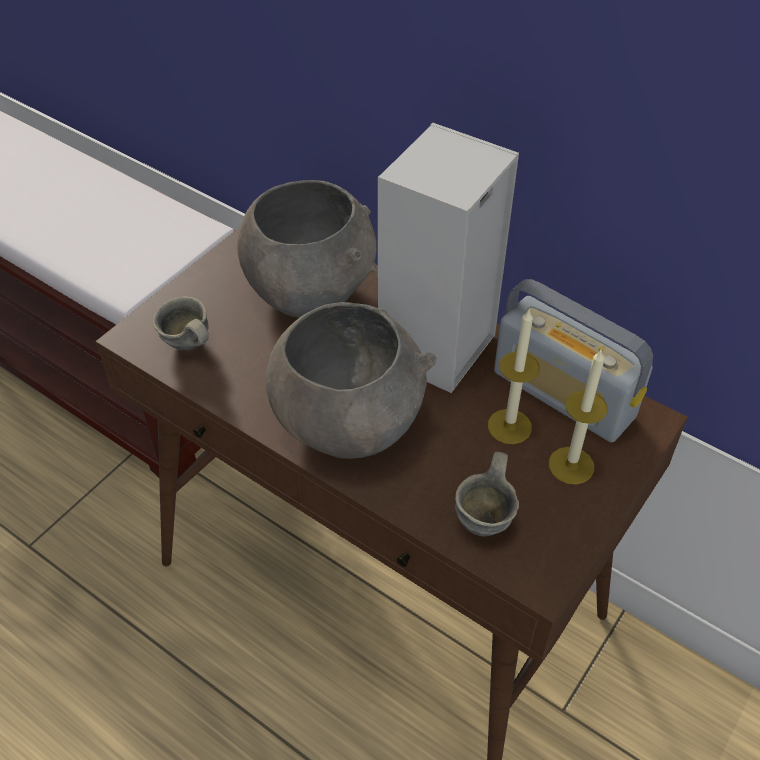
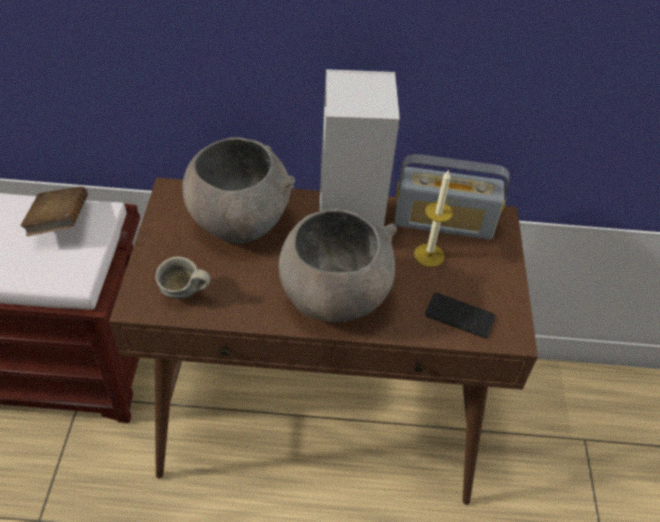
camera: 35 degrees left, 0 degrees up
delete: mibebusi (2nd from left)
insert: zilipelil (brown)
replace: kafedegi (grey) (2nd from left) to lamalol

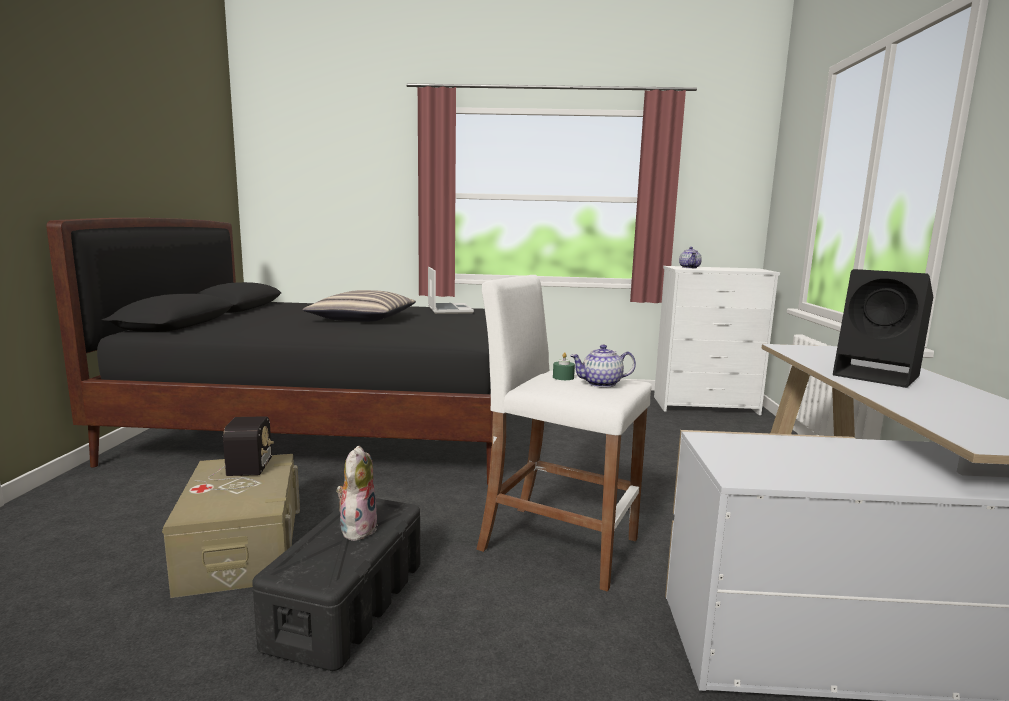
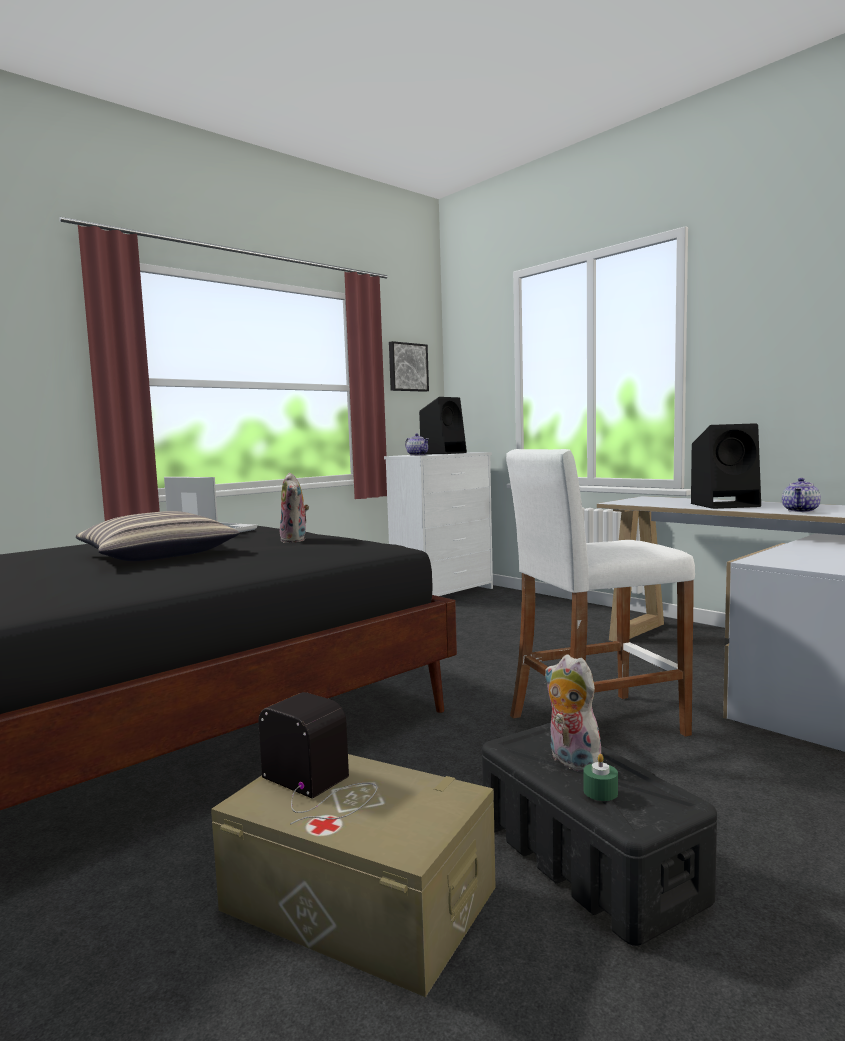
camera: 45 degrees left, 5 degrees down
insert: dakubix (1st from left); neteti; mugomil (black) (1st from left)
move: mibebusi (green); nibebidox (1st from left in the first image) to nibebidox (2nd from left)

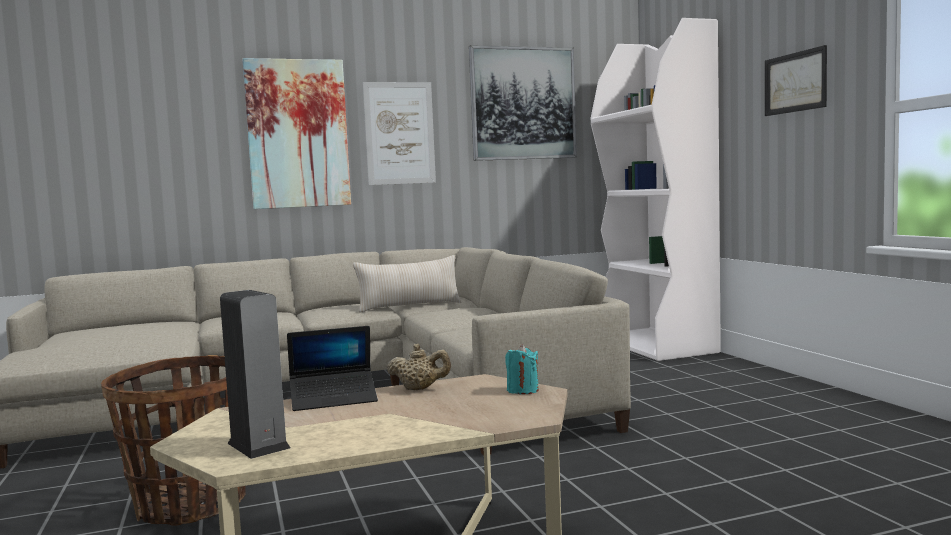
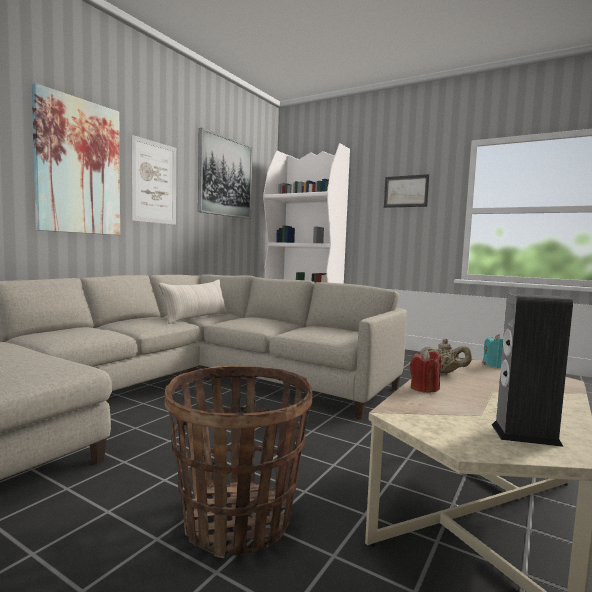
camera: 40 degrees left, 0 degrees up
replace: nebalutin to mibebusi (red)
rotate: nibebidox (beige) 60 degrees clockwise

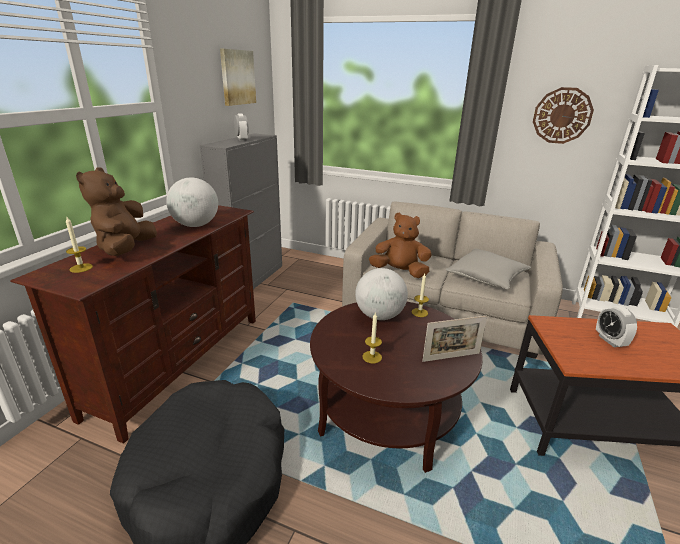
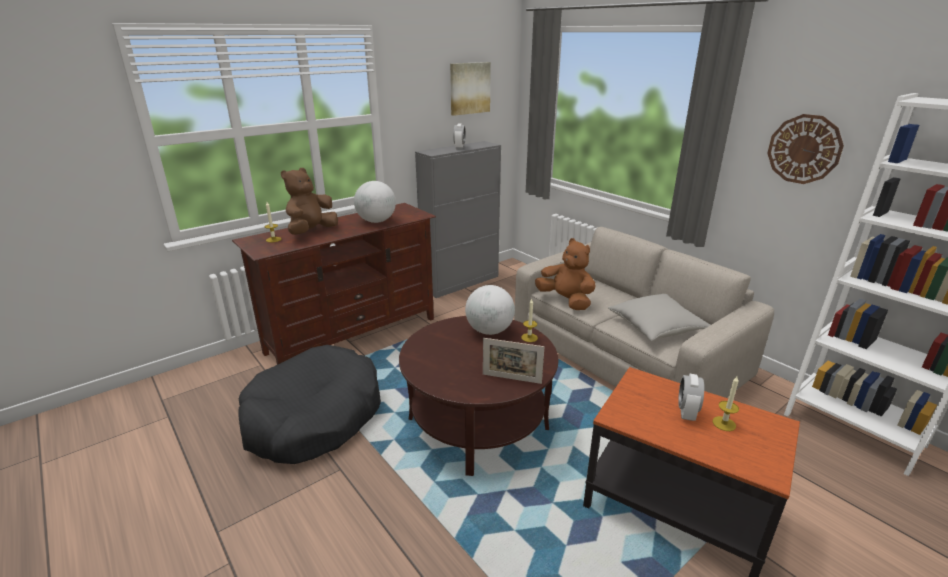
camera: 30 degrees right, 0 degrees up
move: mibebusi (2nd from left in the first image) to mibebusi (3rd from left)

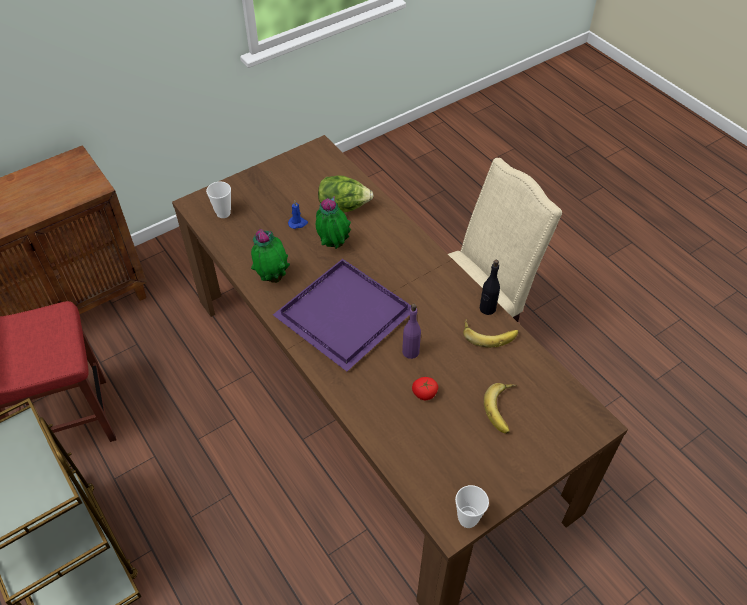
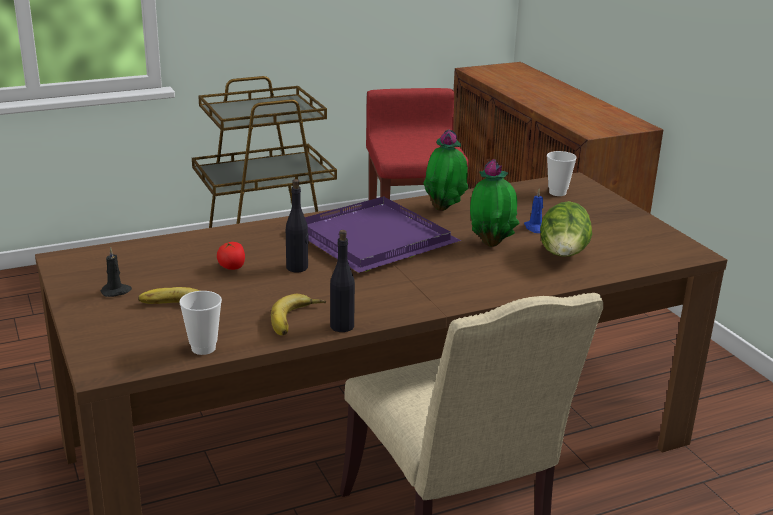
camera: 100 degrees right, 25 degrees down
insert: mibebusi (black)
move: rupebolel (2nd from left in the first image) to rupebolel (1st from left)
recolor: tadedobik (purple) to tadedobik (black) (1st from left)

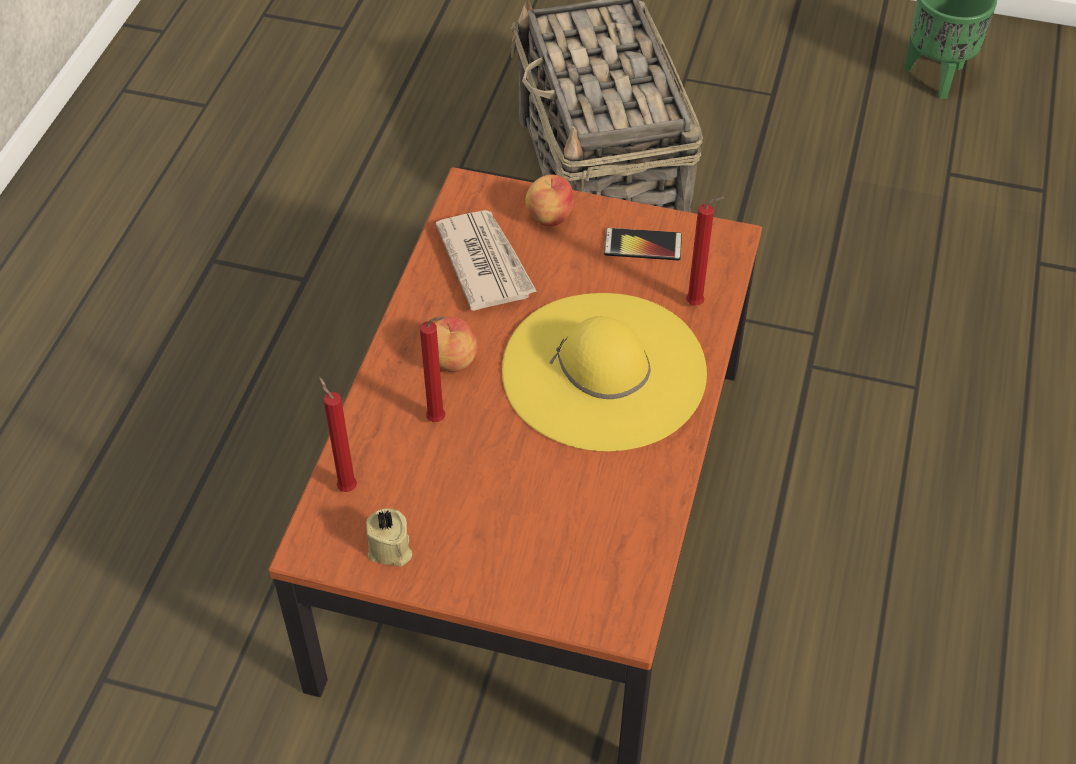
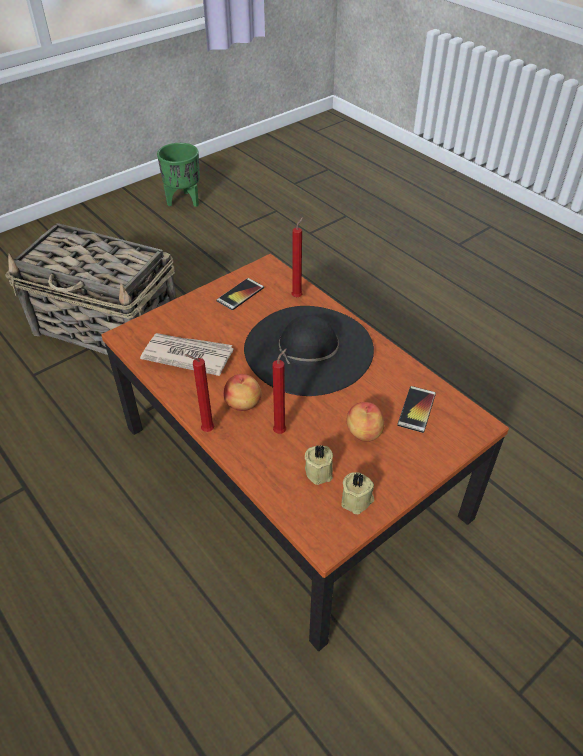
camera: 55 degrees left, 5 degrees down
insert: mibebusi (beige) (1st from left); lamalol (2nd from left)
move: mibebusi (red) (1st from left); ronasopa (2nd from left)
recolor: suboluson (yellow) to suboluson (black)

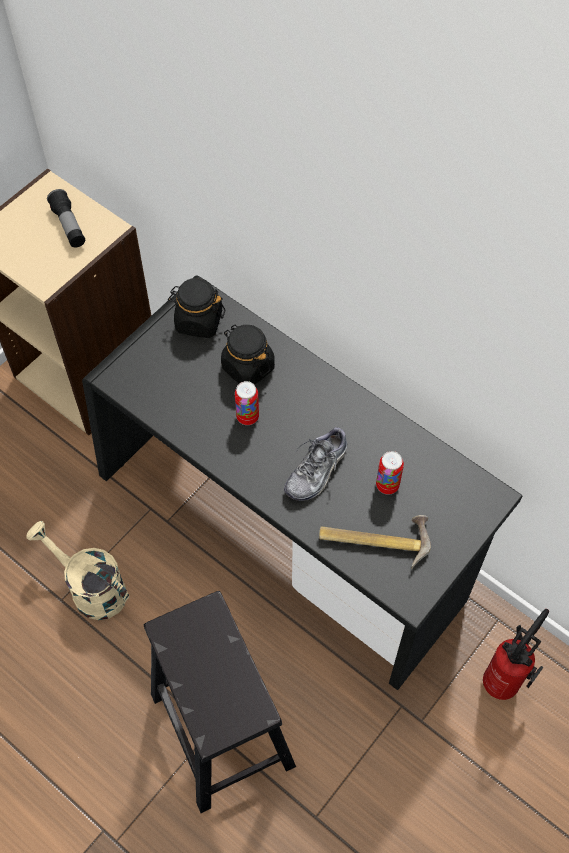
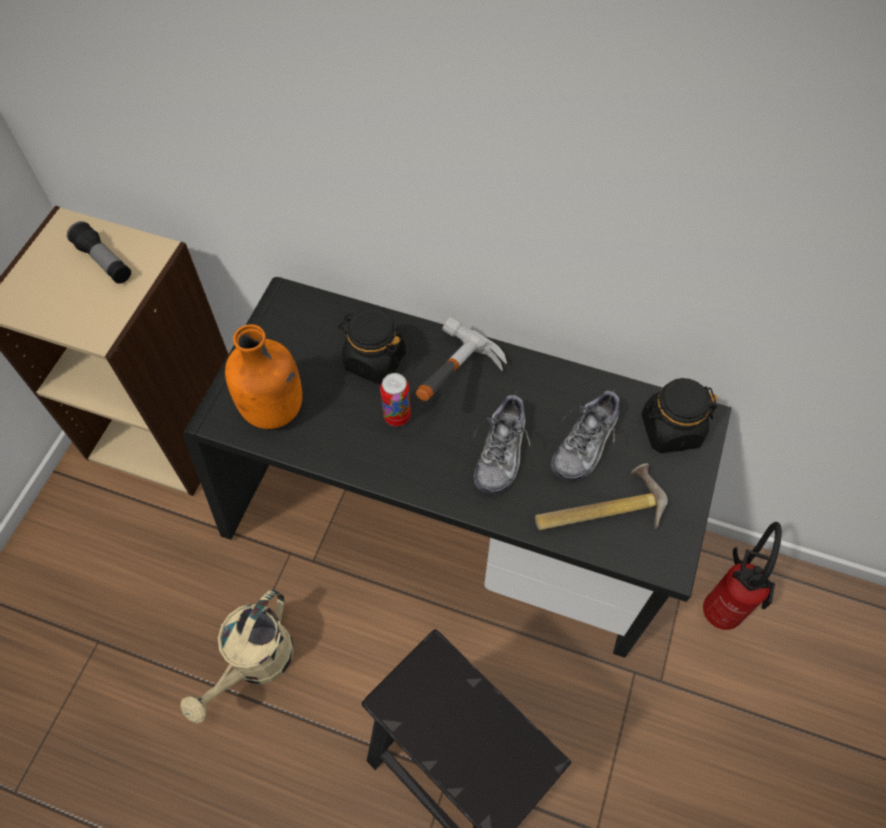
camera: 20 degrees left, 0 degrees up
insert: tadedobik (orange); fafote (1st from left)
move: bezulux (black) (1st from left in the first image) to bezulux (black) (2nd from left)
replace: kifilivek (2nd from left) to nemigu (2nd from left)
rotate: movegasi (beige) 75 degrees counterclockwise

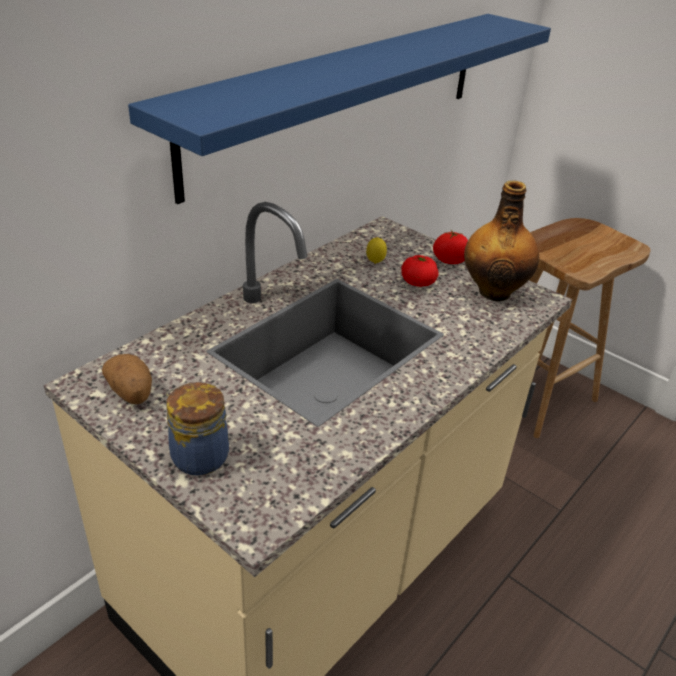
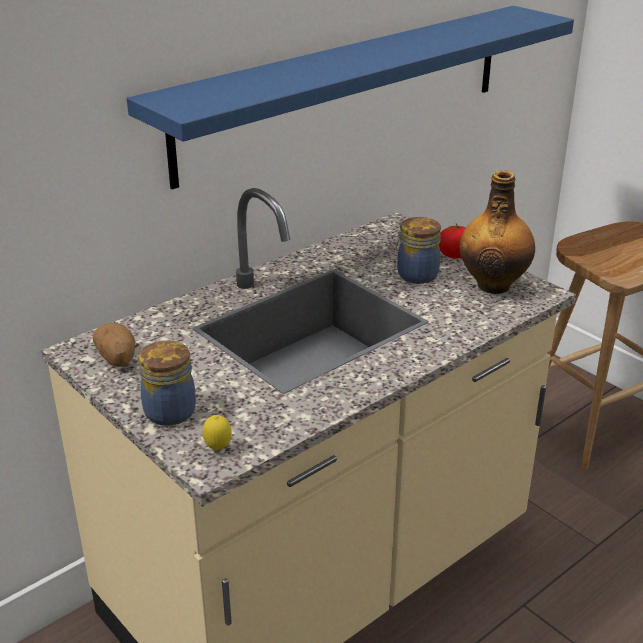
camera: 10 degrees right, 5 degrees down
move: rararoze
replace: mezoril (1st from left) to bezulux (2nd from left)

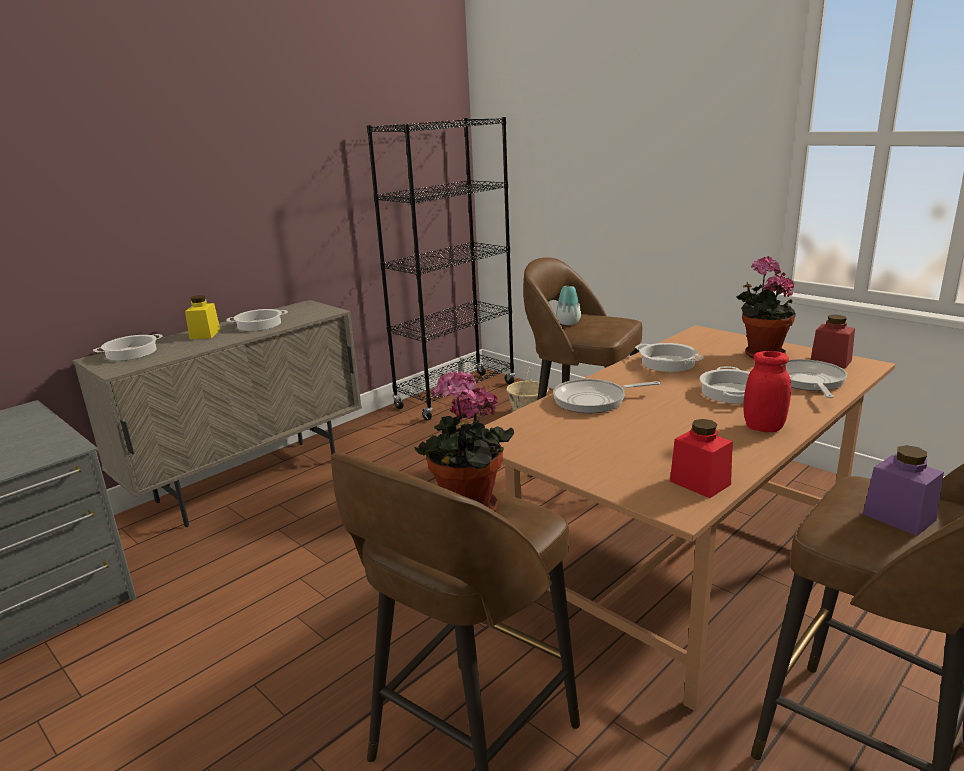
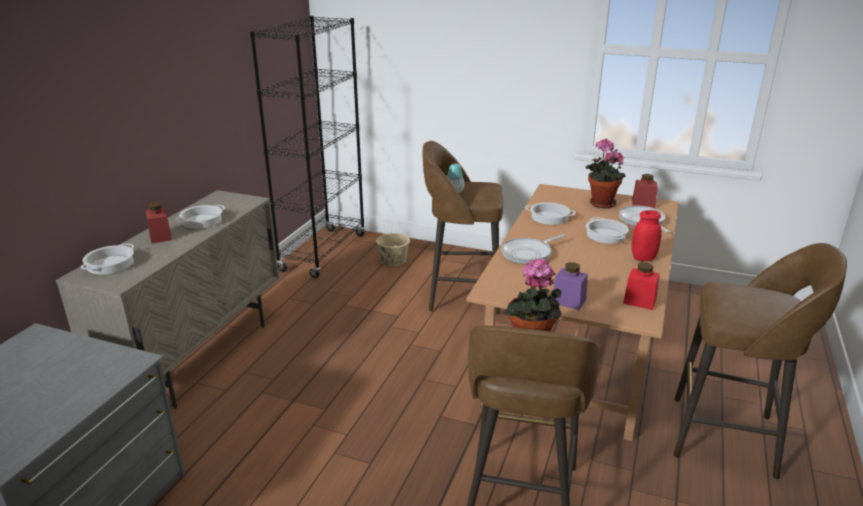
camera: 25 degrees left, 5 degrees up
move: bezulux (purple)
recolor: bezulux (yellow) to bezulux (red) (1st from left)

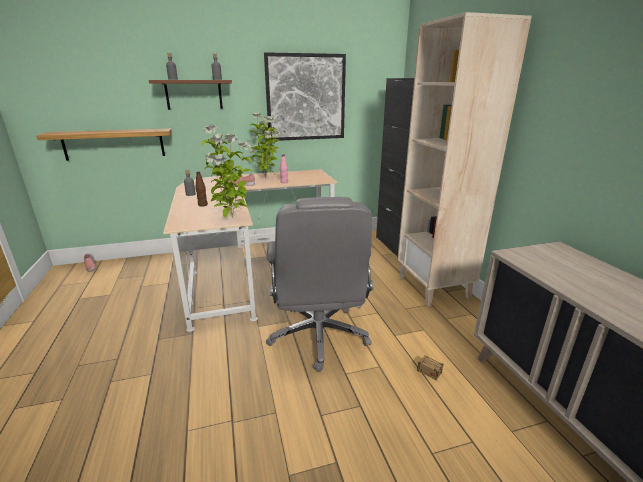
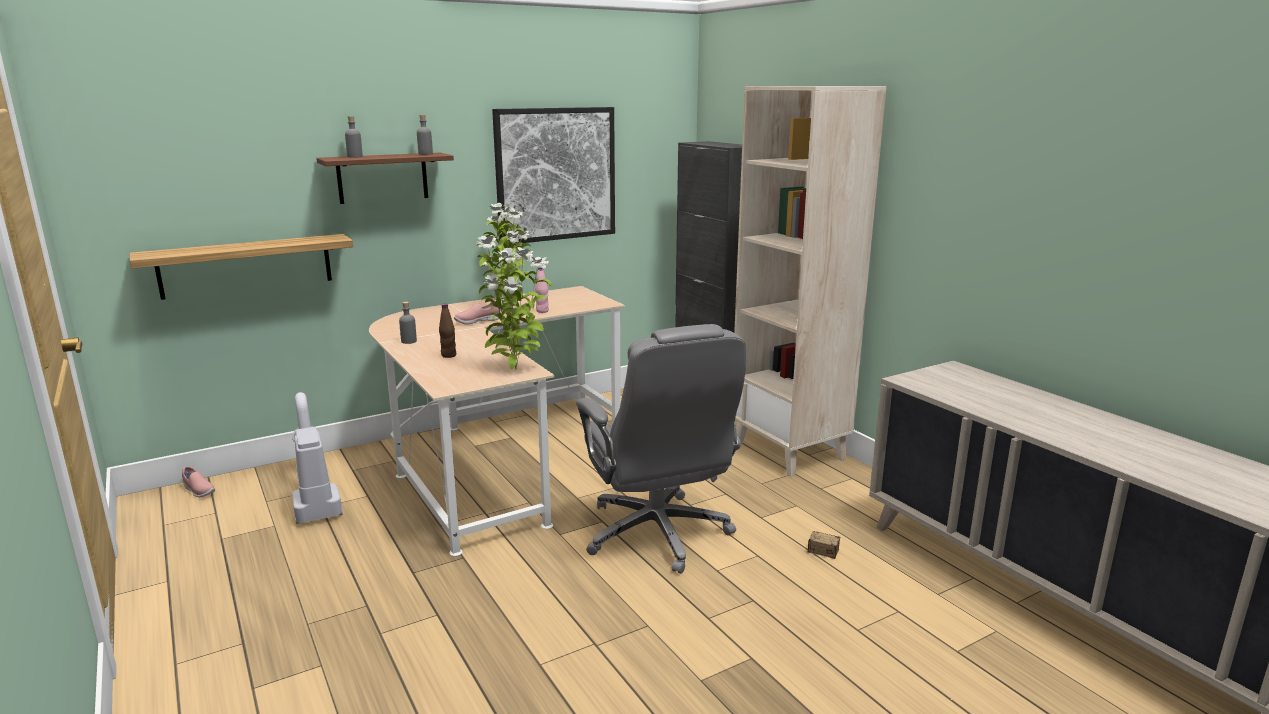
camera: 15 degrees left, 5 degrees down
insert: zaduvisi

